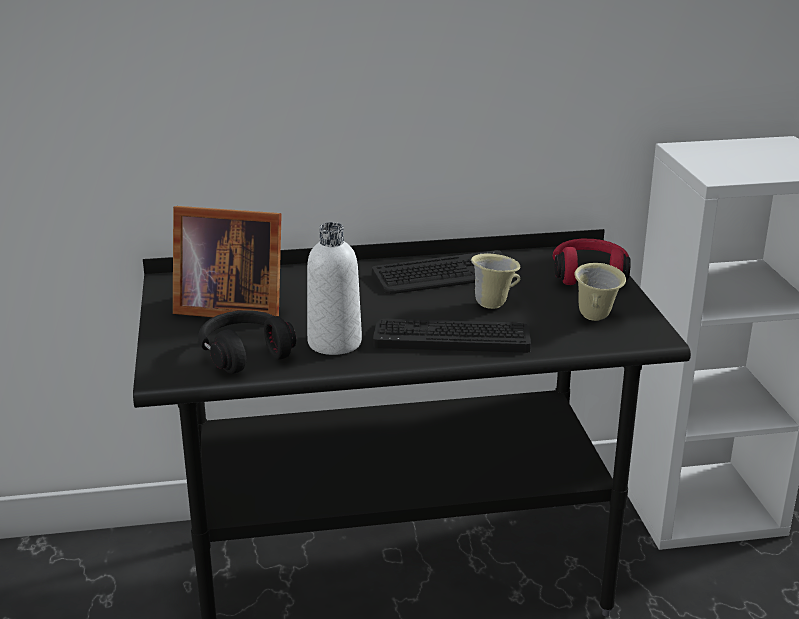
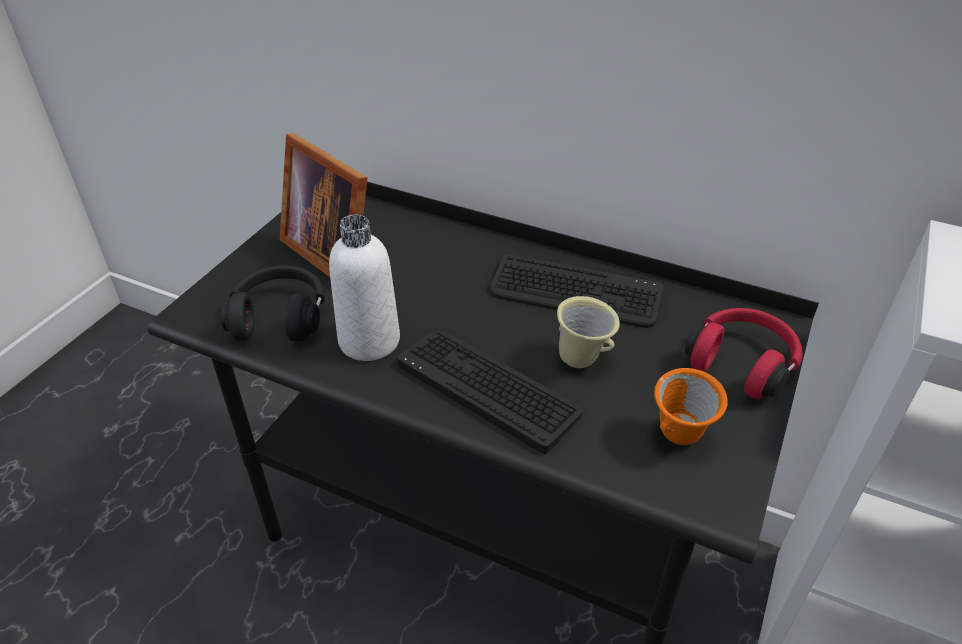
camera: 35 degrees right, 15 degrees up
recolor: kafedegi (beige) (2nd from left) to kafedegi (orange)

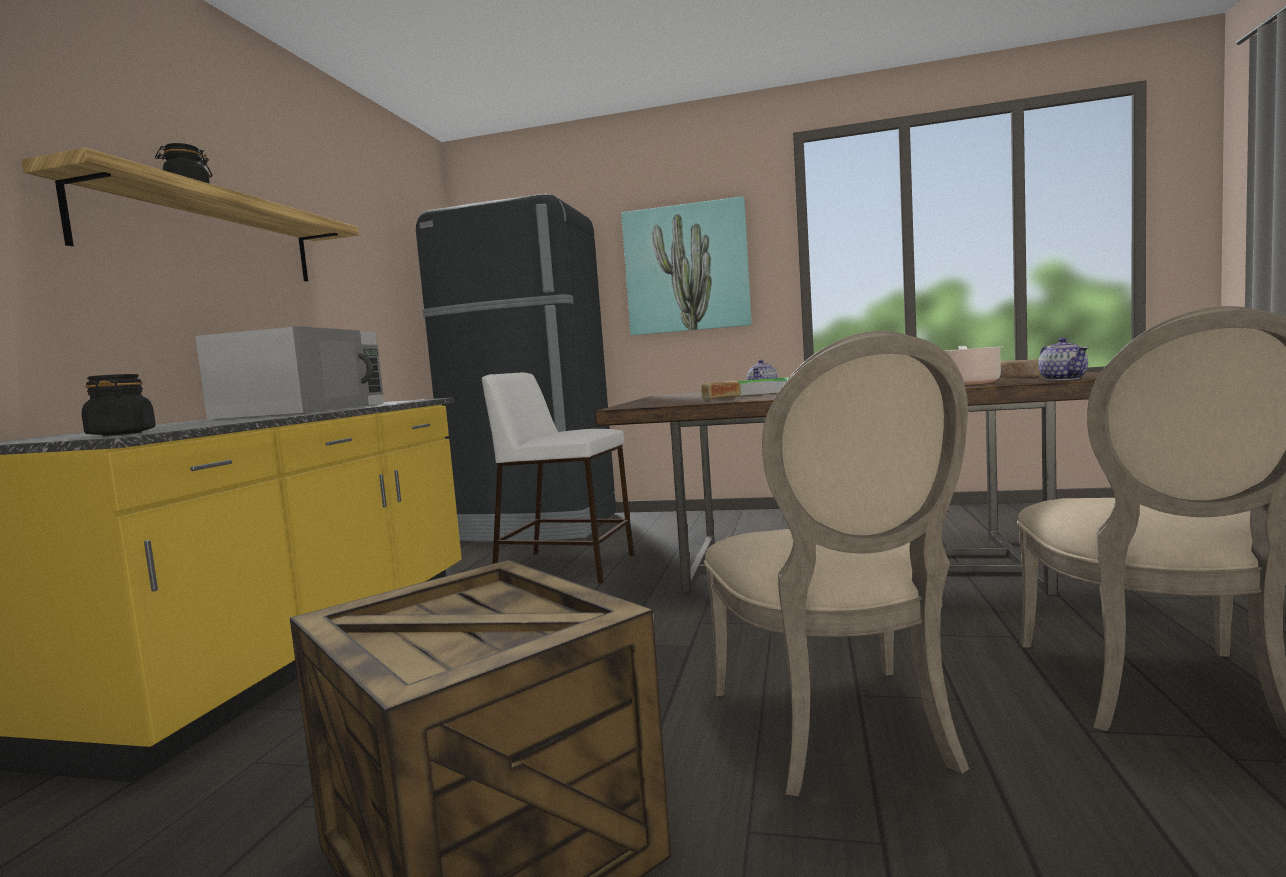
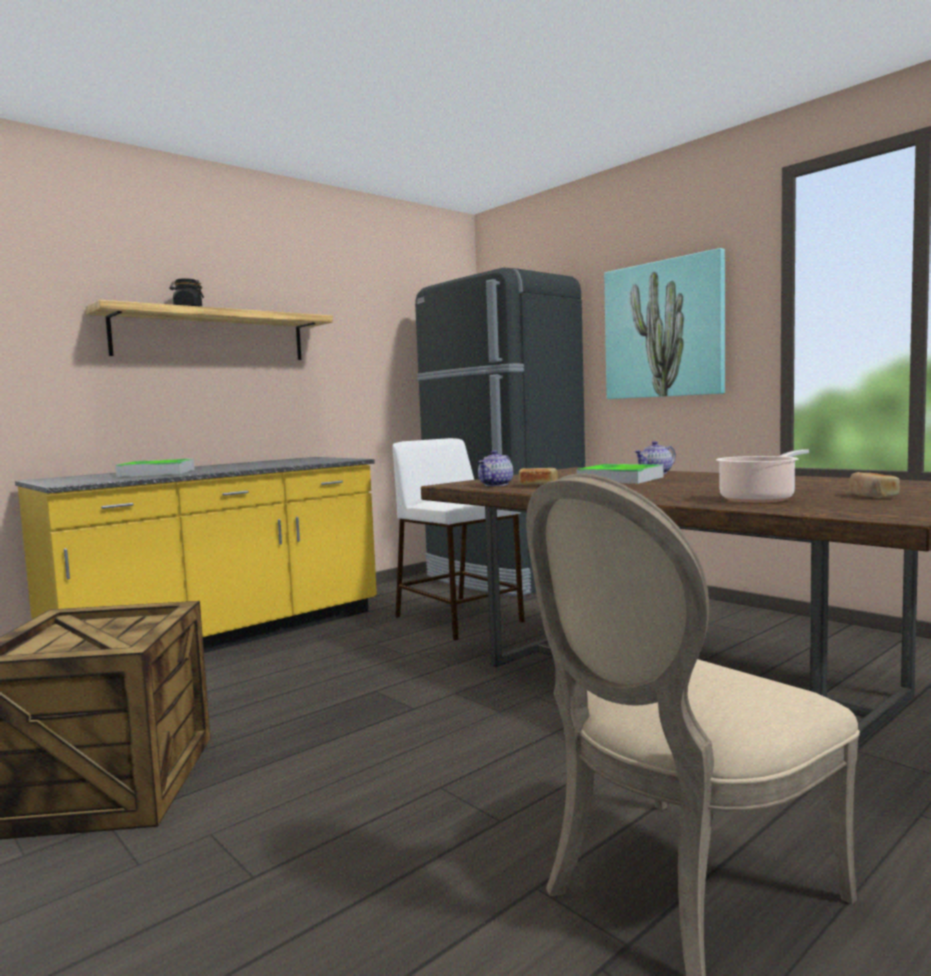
camera: 35 degrees right, 0 degrees up
delete: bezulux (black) (1st from left); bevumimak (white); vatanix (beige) (1st from left)
insert: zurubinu (1st from left)
move: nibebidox (2nd from left in the first image) to nibebidox (1st from left)

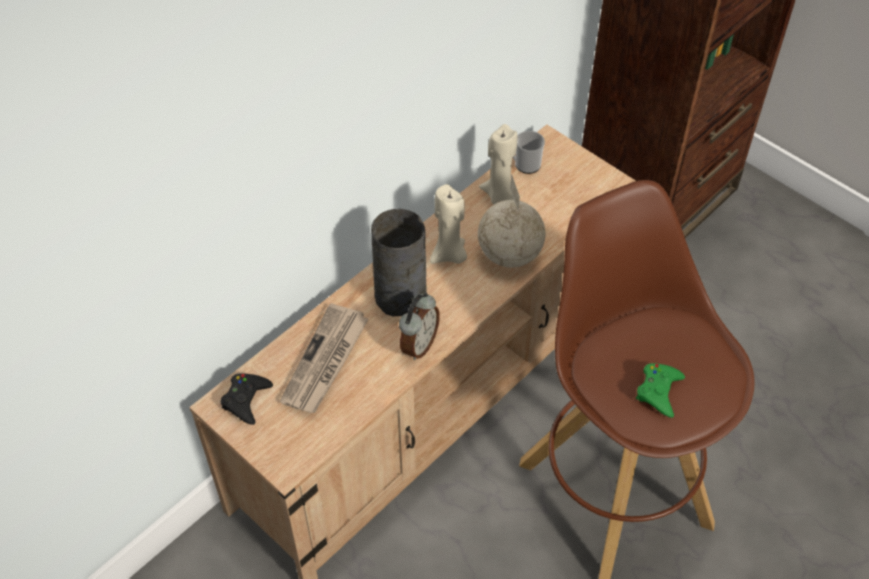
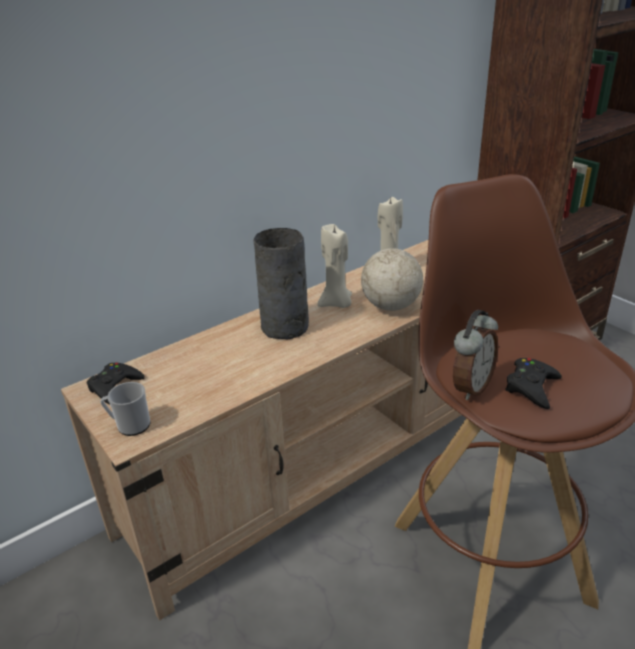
camera: 10 degrees right, 20 degrees down
delete: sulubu
move: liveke; kafedegi
recolor: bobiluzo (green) to bobiluzo (black) (2nd from left)

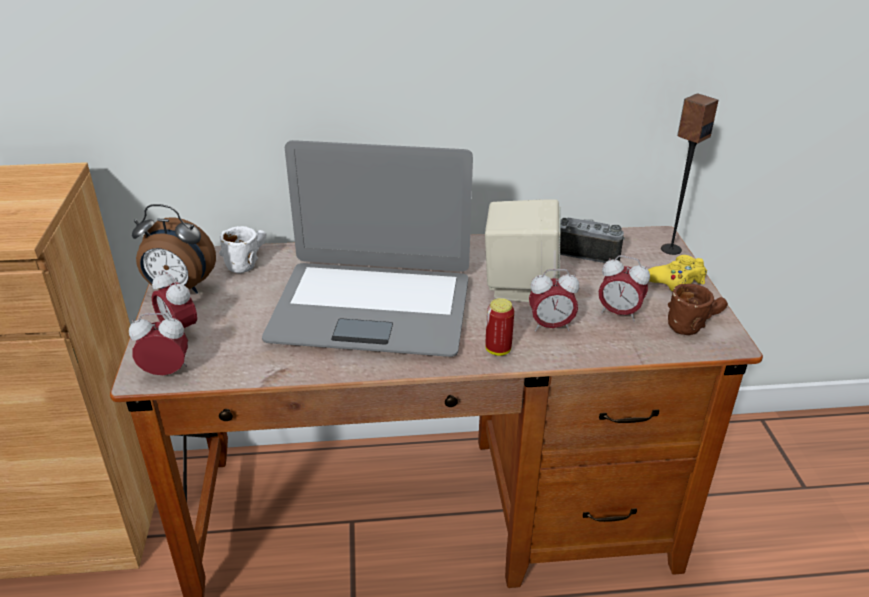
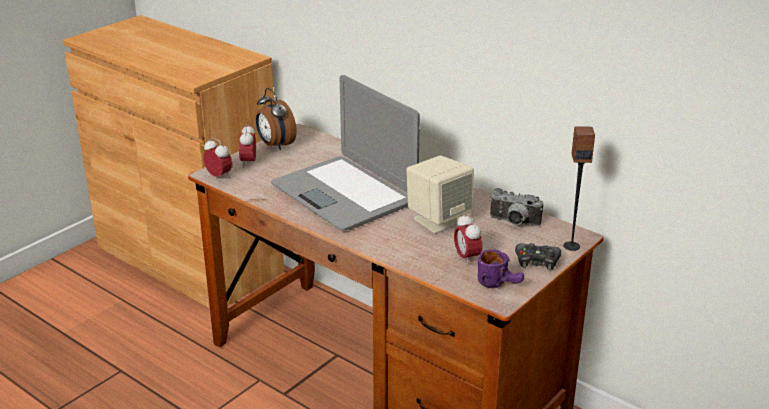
camera: 45 degrees right, 5 degrees down
delete: kafedegi (white); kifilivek; liveke (4th from left)
recolor: bobiluzo (yellow) to bobiluzo (black); kafedegi (brown) to kafedegi (purple)
rotate: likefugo 135 degrees clockwise

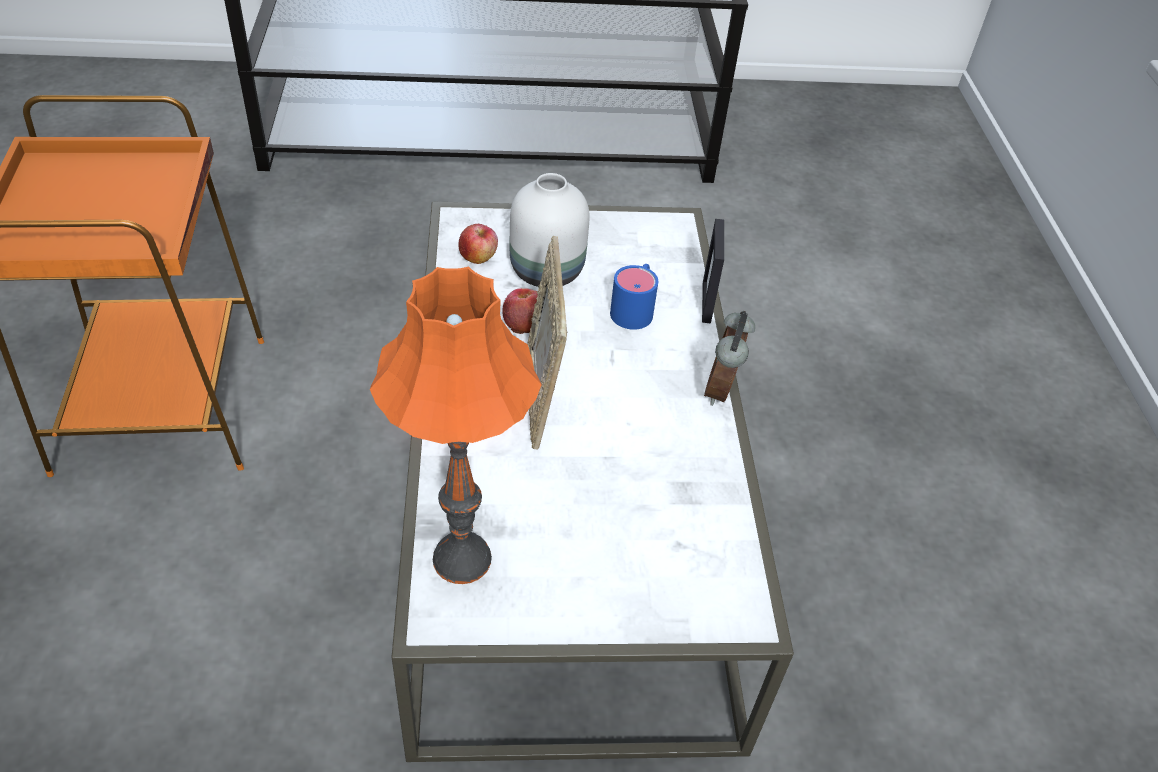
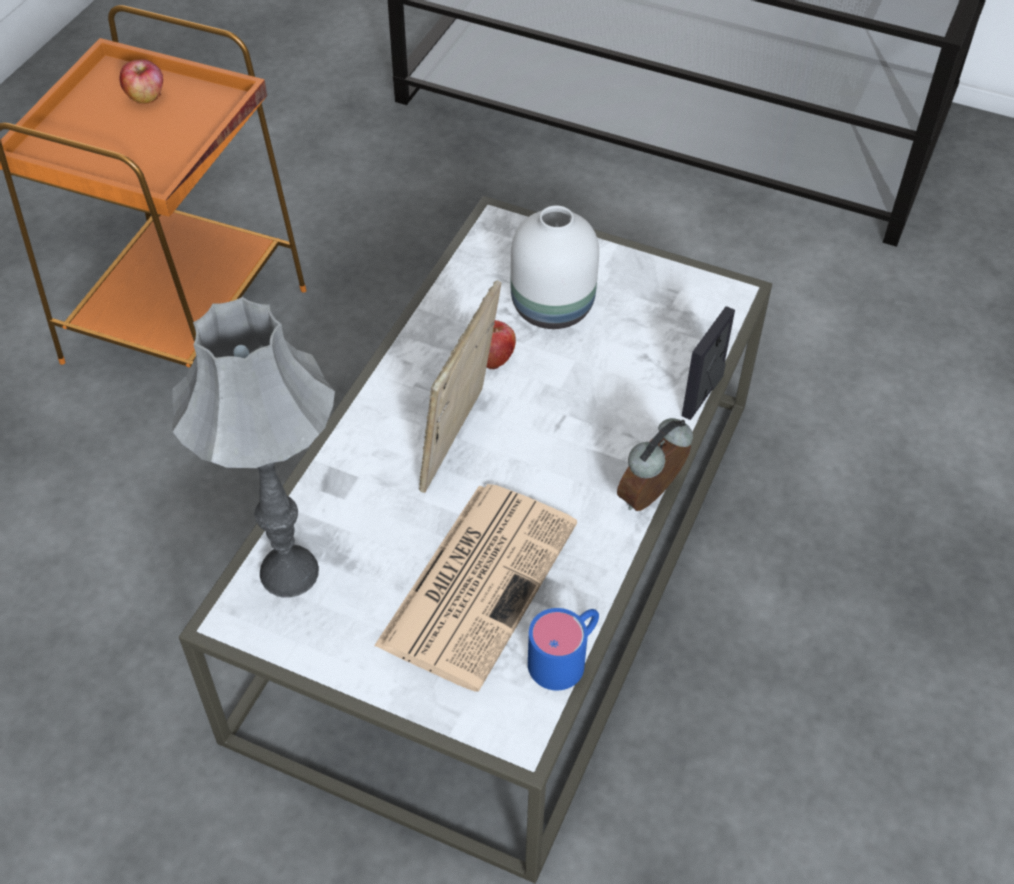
camera: 30 degrees right, 5 degrees up
insert: sulubu
move: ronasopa (1st from left); kafedegi (blue)
recolor: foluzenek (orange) to foluzenek (grey)

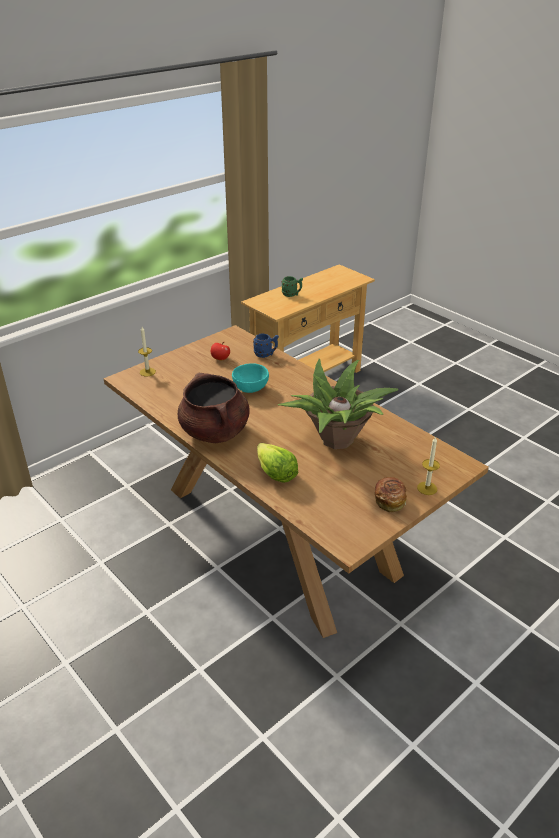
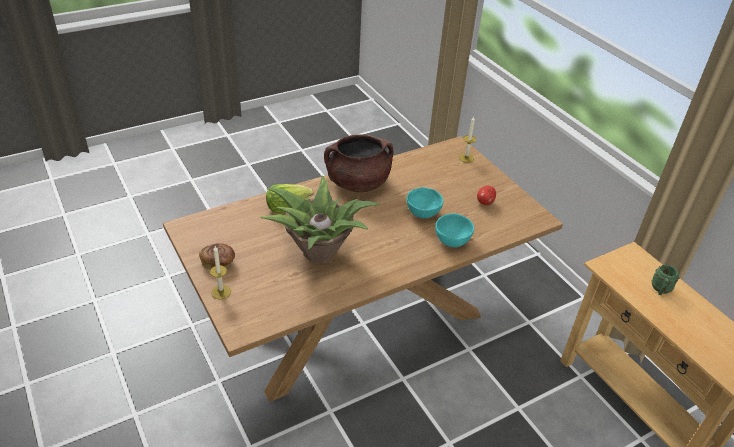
camera: 100 degrees right, 5 degrees up
delete: kafedegi (blue)
insert: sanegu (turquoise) (2nd from left)

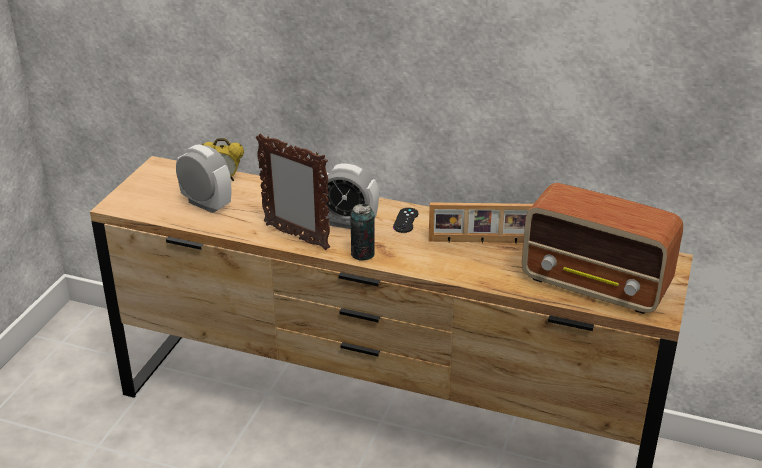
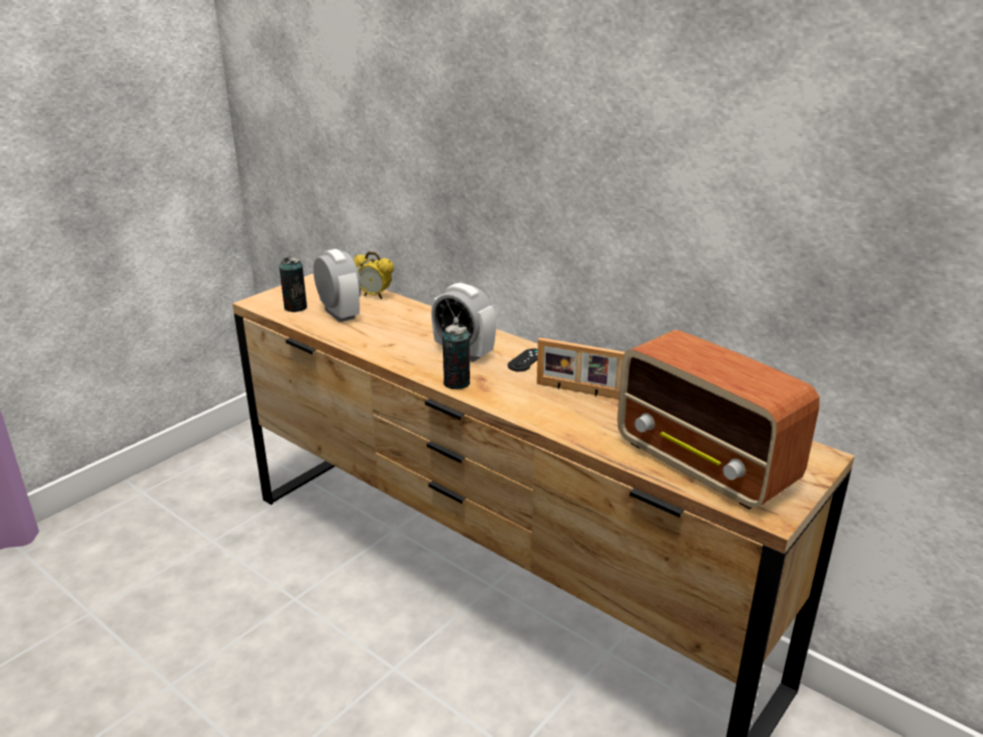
camera: 20 degrees right, 5 degrees down
delete: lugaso (1st from left)
insert: kifilivek (1st from left)

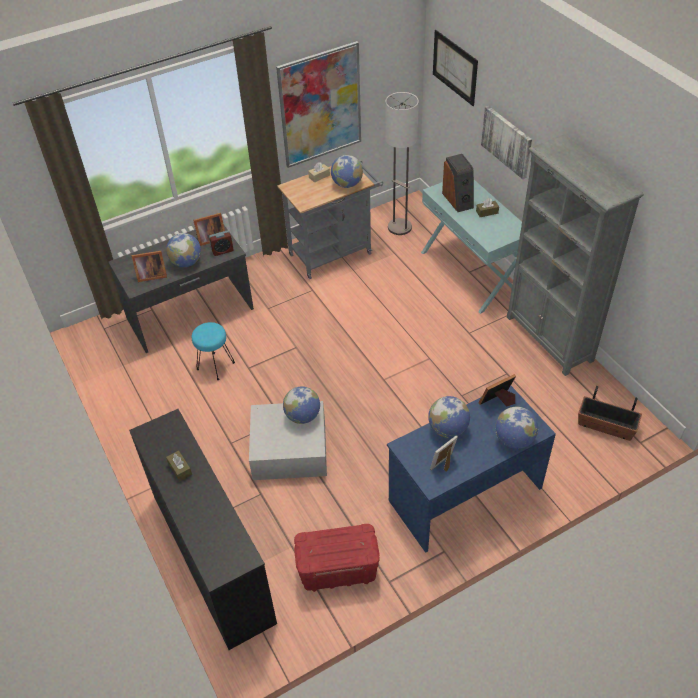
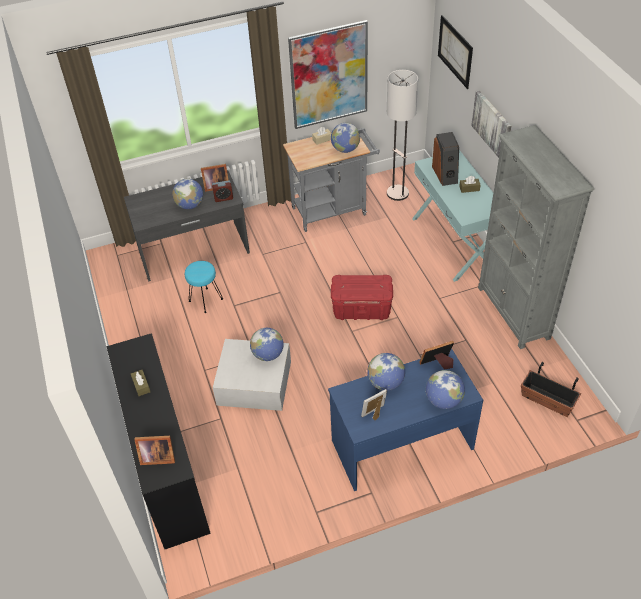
camera: 10 degrees right, 0 degrees up
move: lugaso (1st from left); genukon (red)

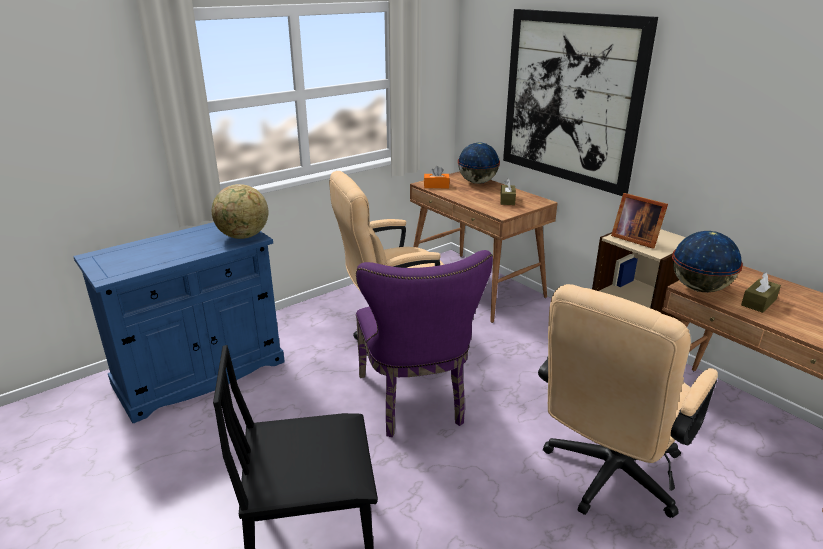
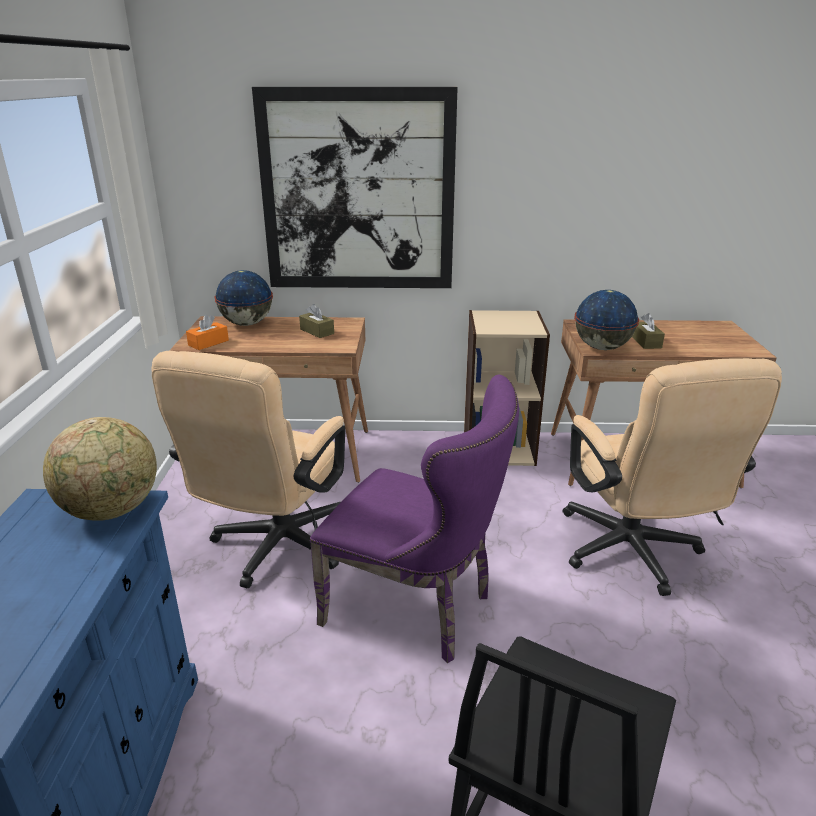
camera: 50 degrees left, 0 degrees up
delete: lugaso

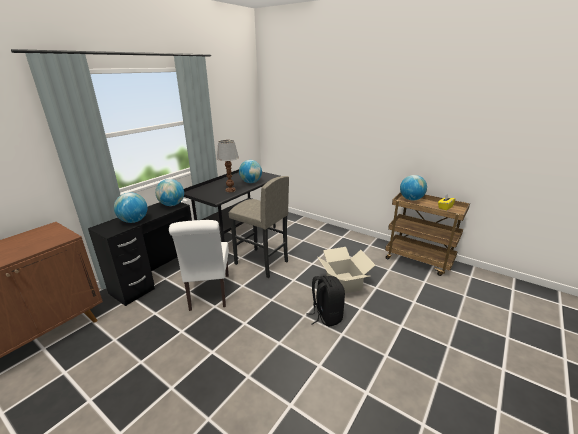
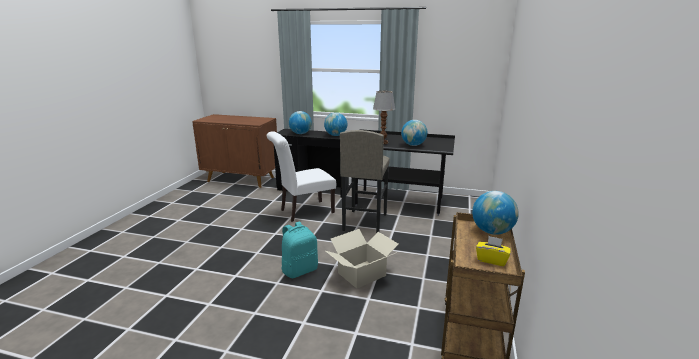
camera: 70 degrees right, 5 degrees down
recolor: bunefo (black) to bunefo (turquoise)

